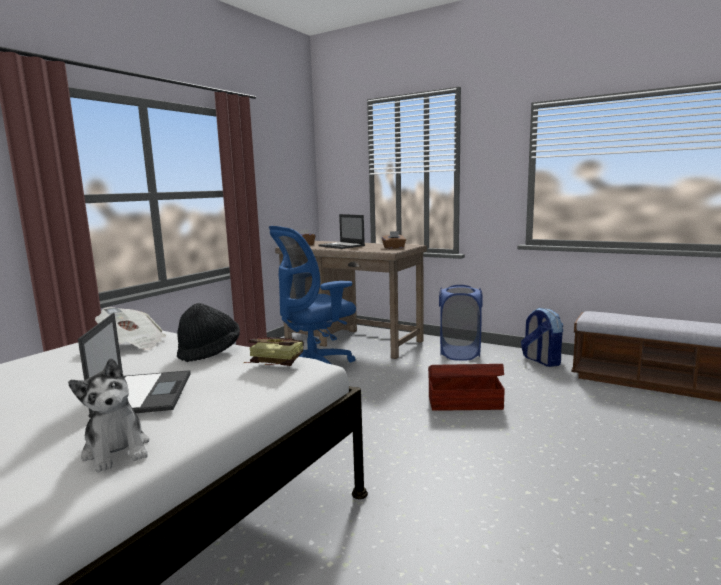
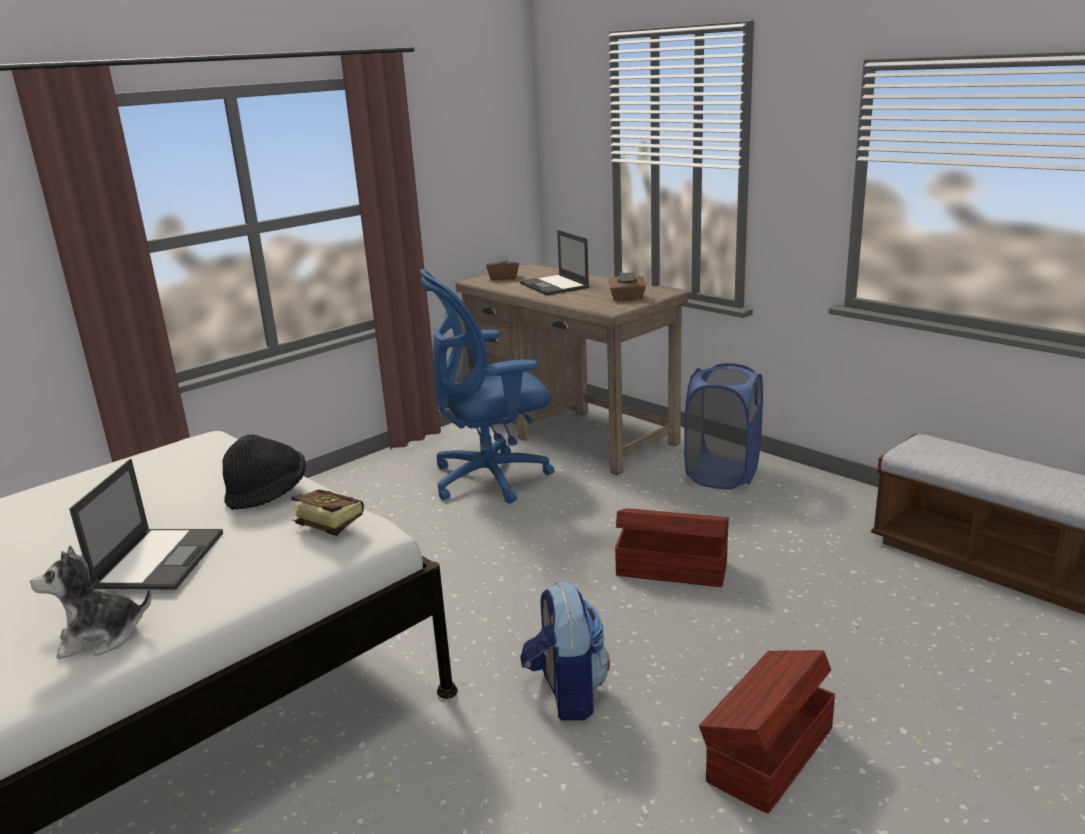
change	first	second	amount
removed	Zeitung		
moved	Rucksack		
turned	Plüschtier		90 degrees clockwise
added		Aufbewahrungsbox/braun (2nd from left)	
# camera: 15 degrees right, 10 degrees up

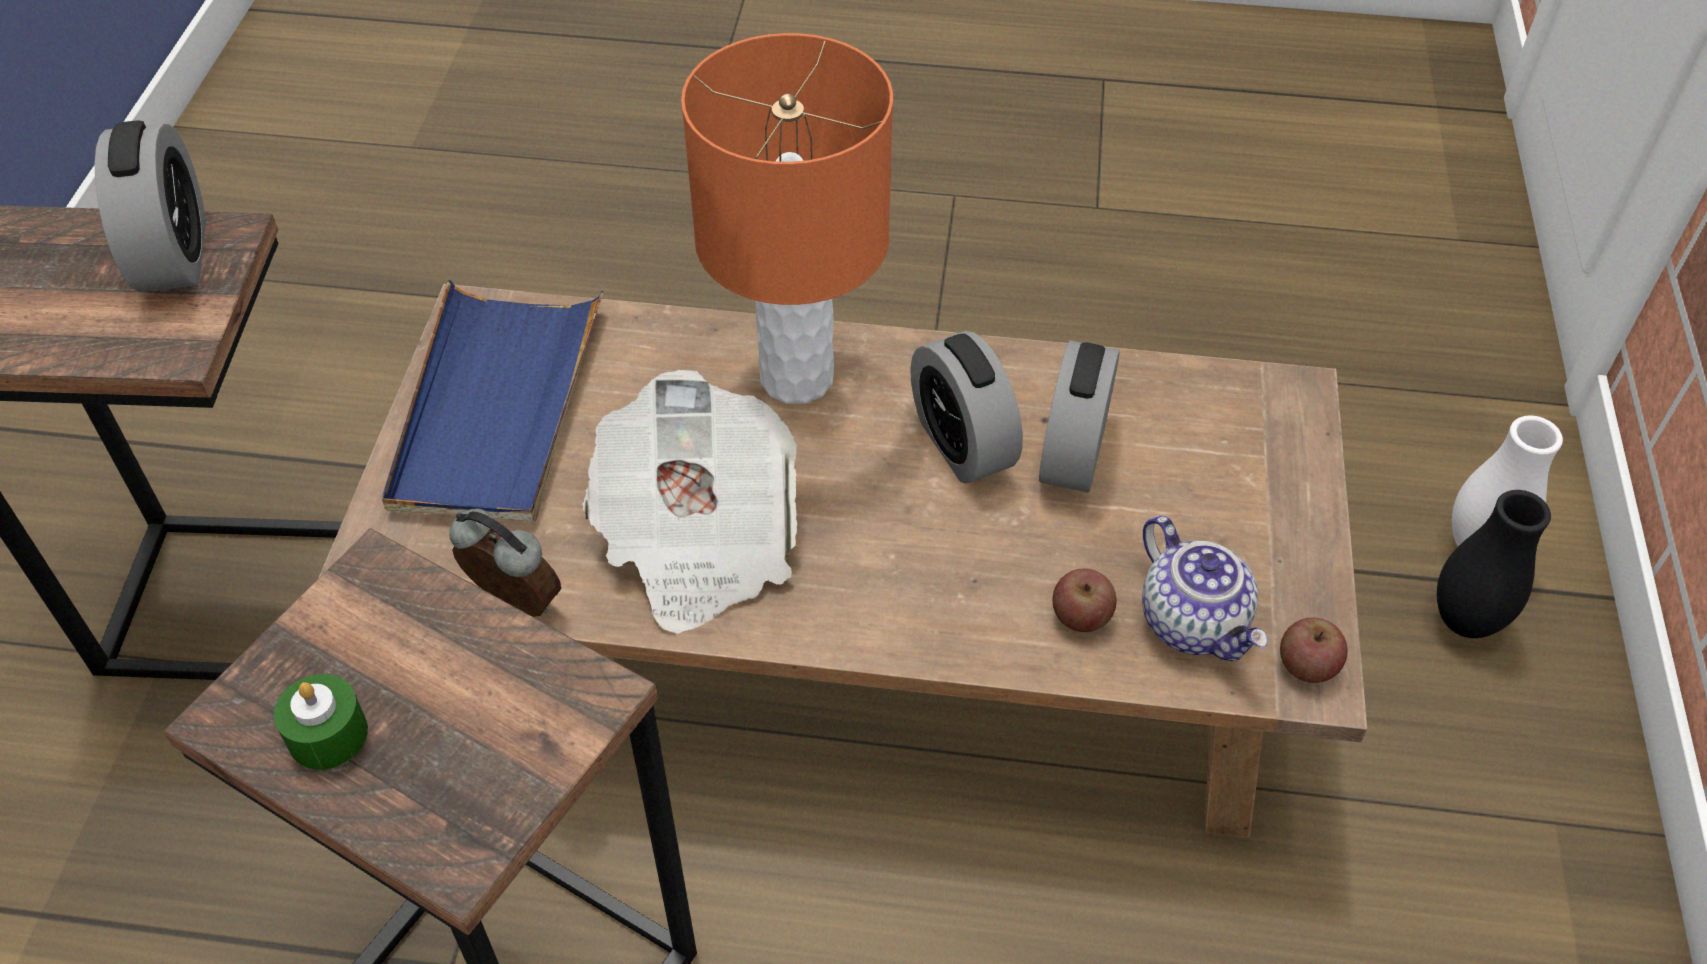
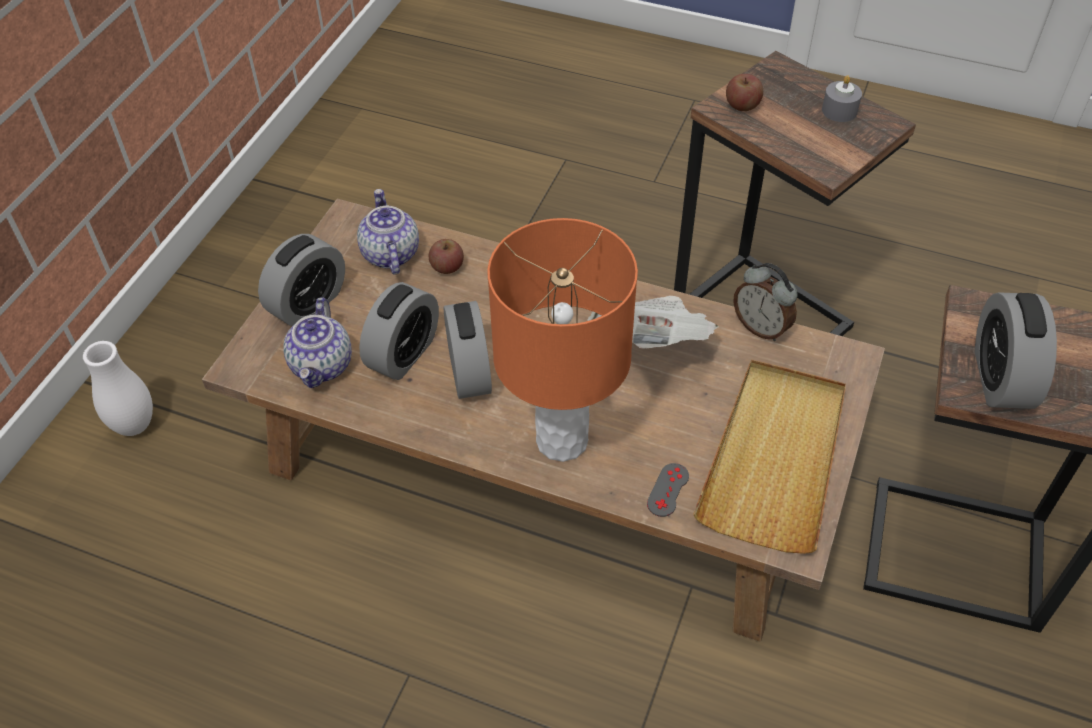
change	first	second	amount
recoloured	Tablett/blau	Tablett/beige	
removed	Vase/schwarz		
moved	Apfel (2nd from left)		
recoloured	Kerze/grün	Kerze/grau	
added		Wecker (1st from left)	
added		Teekanne (1st from left)	
added		Gamepad/grau	
# camera: 165 degrees left, 0 degrees up

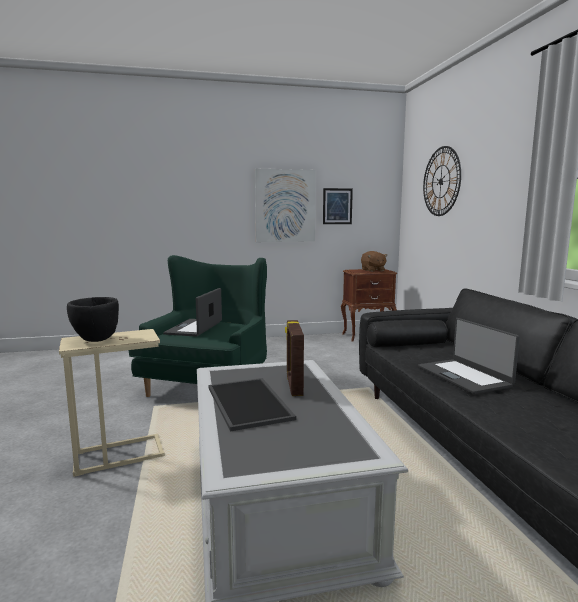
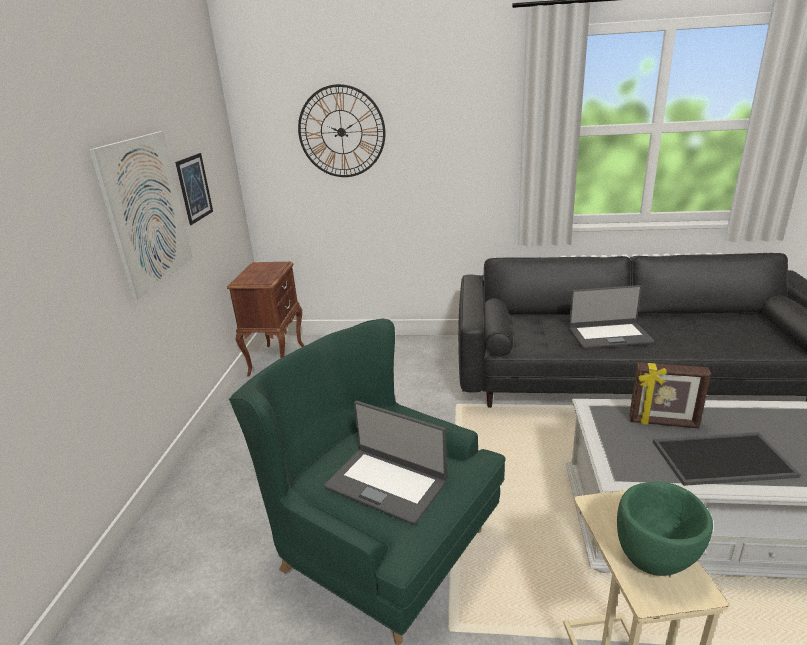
change	first	second	amount
removed	Plüschtier/braun		
recoloured	Schüssel/schwarz	Schüssel/grün	
# camera: 70 degrees left, 15 degrees up

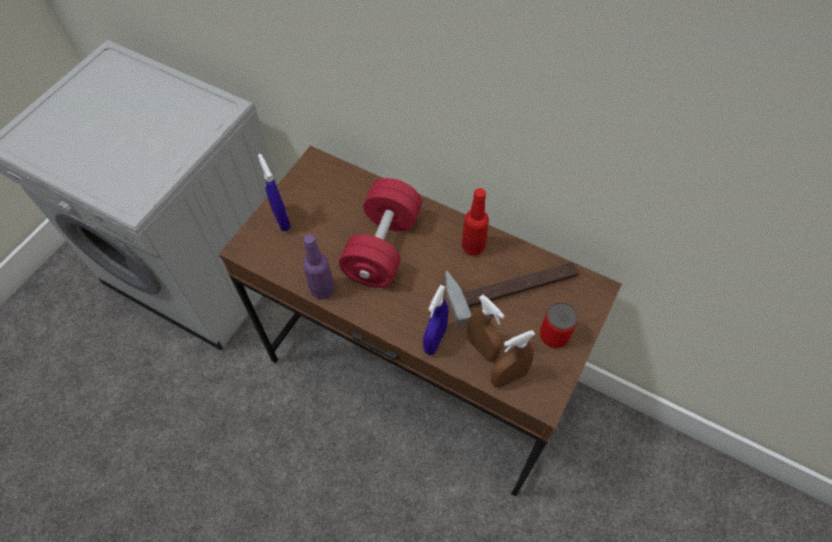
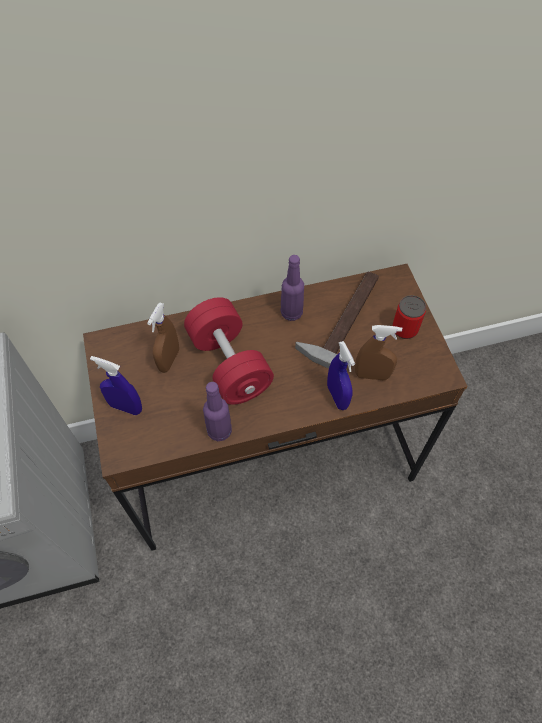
change	first	second	amount
recoloured	Flasche/rot	Flasche/lila (2nd from left)	
moved	Sprühflasche/braun (2nd from left in the first image)	Sprühflasche/braun (1st from left)	
# camera: 45 degrees left, 0 degrees up

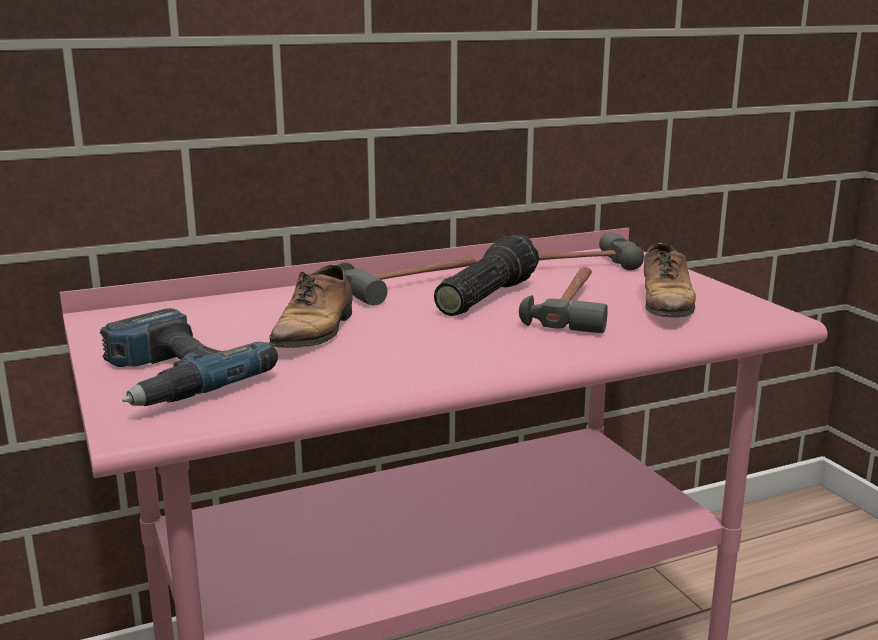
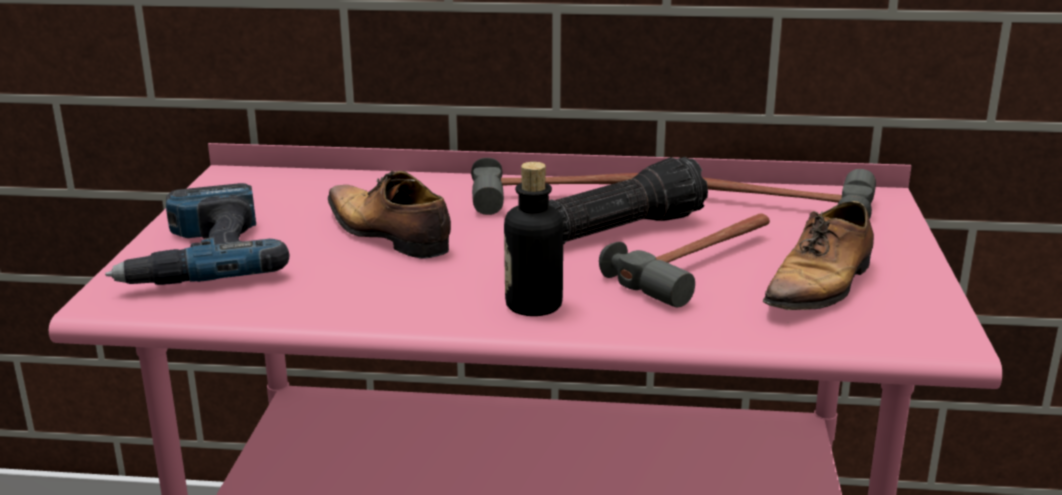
change	first	second	amount
turned	Schuh (1st from left)		90 degrees clockwise
added		Flasche	
# camera: 30 degrees right, 5 degrees up

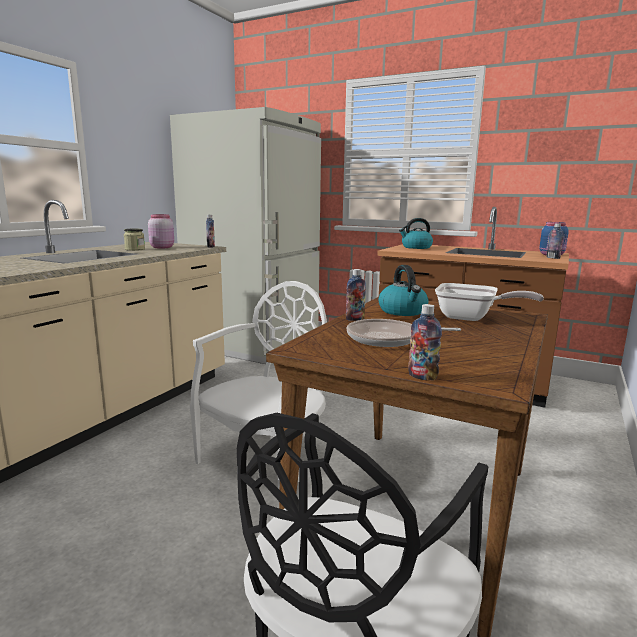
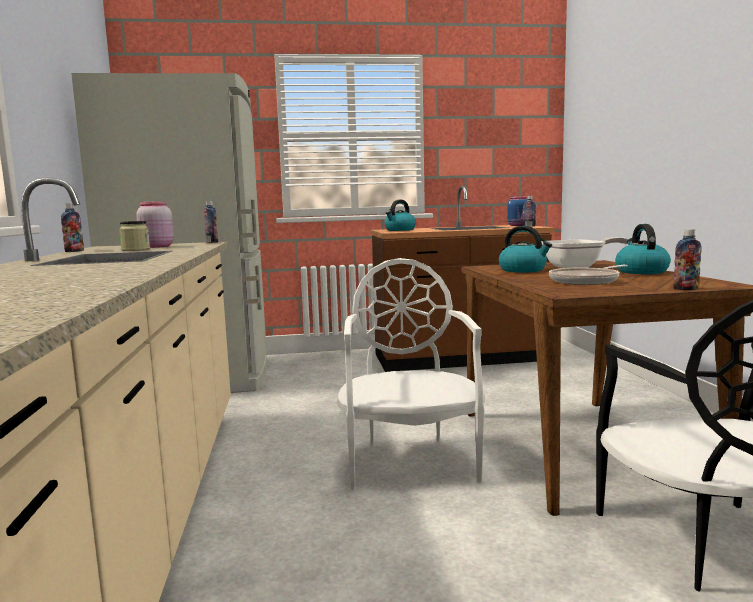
change	first	second	amount
moved	Flasche (2nd from left in the first image)	Flasche (1st from left)	
added		Wasserkessel (3rd from left)	
# camera: 35 degrees left, 5 degrees down

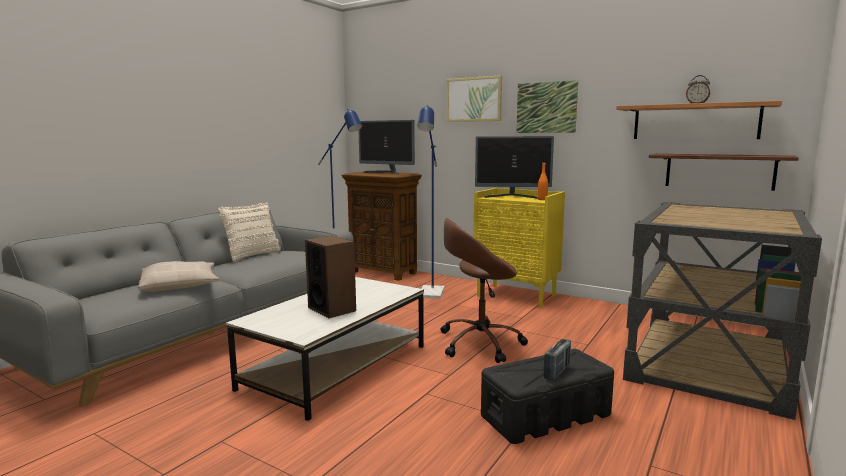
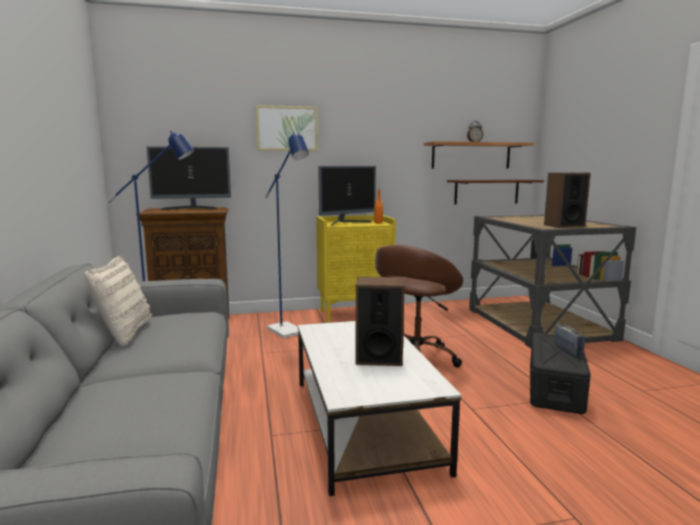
change	first	second	amount
removed	Bild (2nd from left)		
removed	Kissen/beige (1st from left)		
added		Lautsprecher (2nd from left)	
# camera: 45 degrees left, 0 degrees up

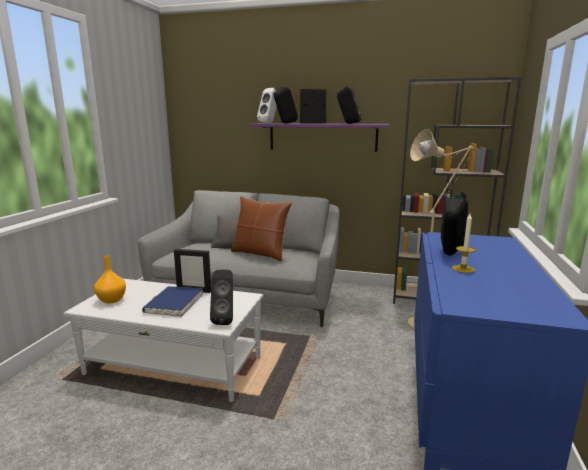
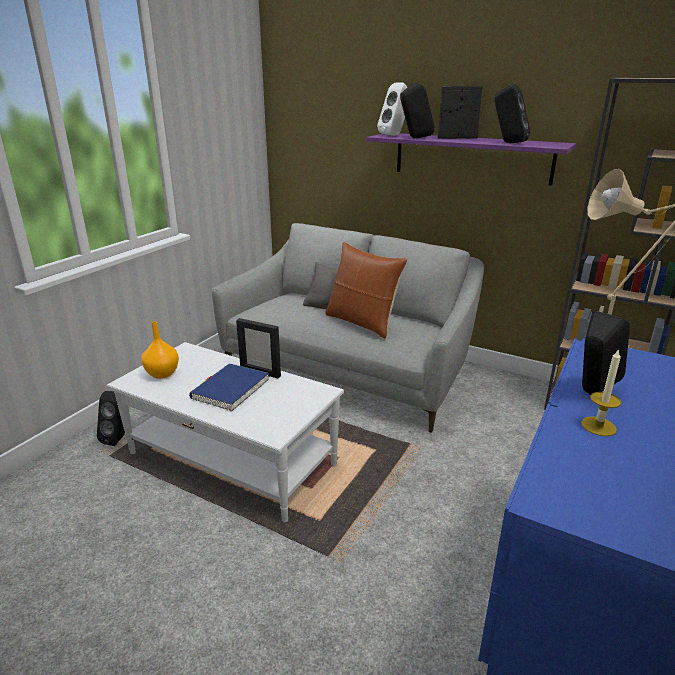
change	first	second	amount
moved	Lautsprecher/schwarz (1st from left)		
# camera: 15 degrees right, 10 degrees up

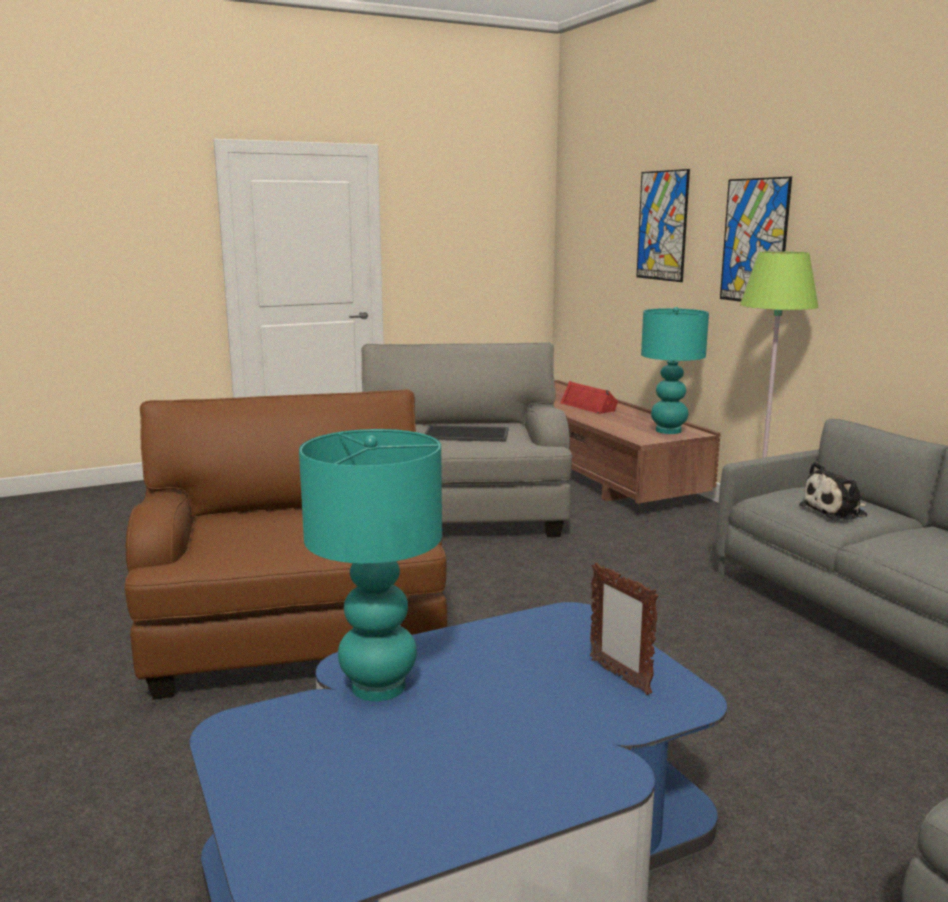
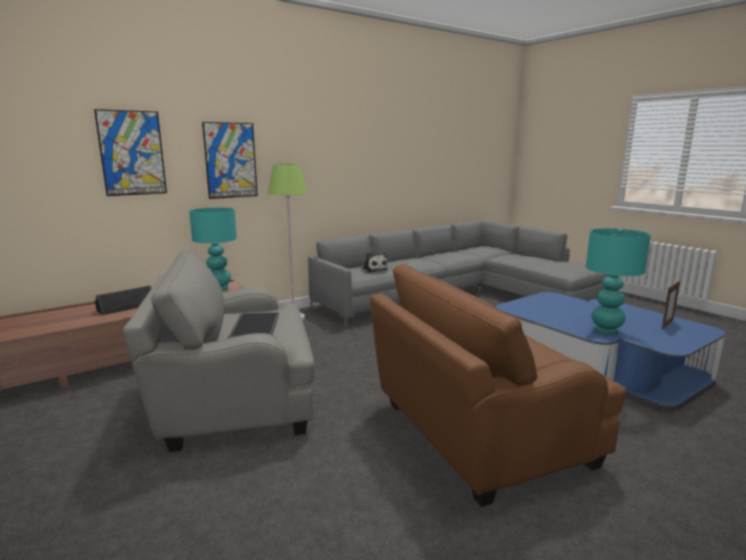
change	first	second	amount
recoloured	Lautsprecher/rot	Lautsprecher/schwarz	
moved	Bilderrahmen		
# camera: 100 degrees left, 0 degrees up

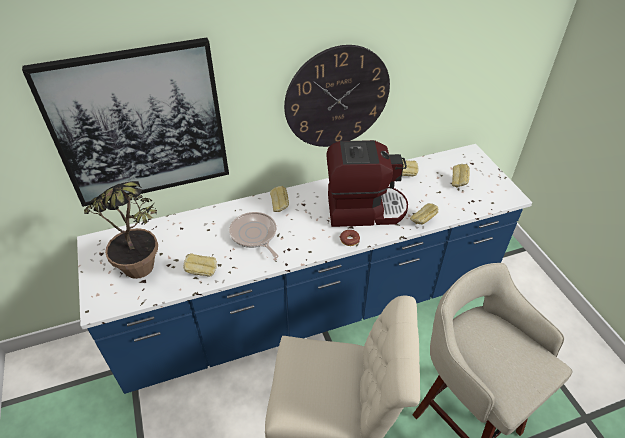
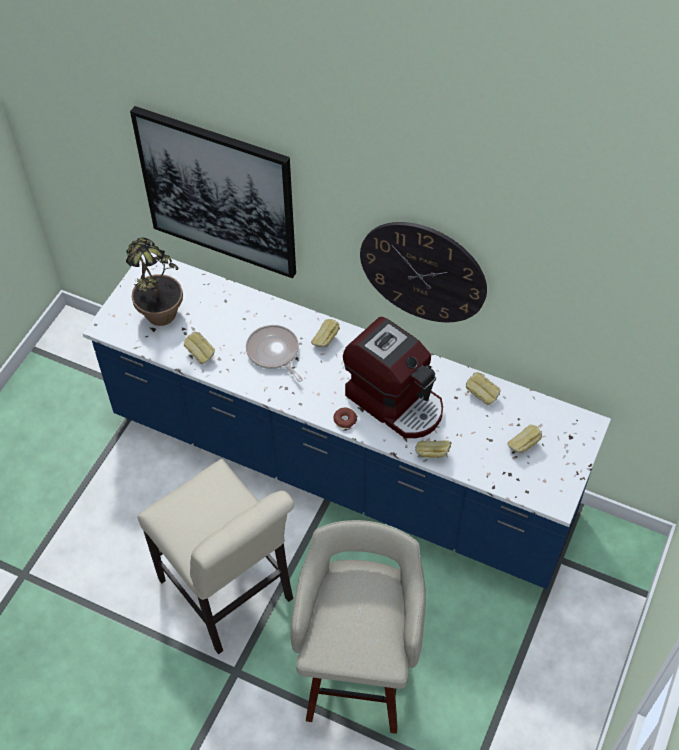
change	first	second	amount
turned	Pfanne		45 degrees counterclockwise
# camera: 45 degrees right, 10 degrees up

